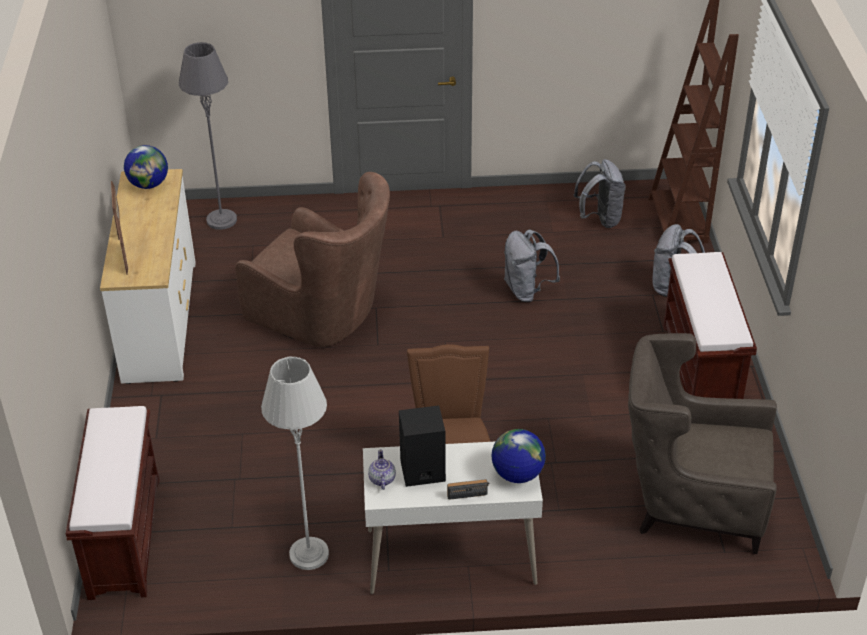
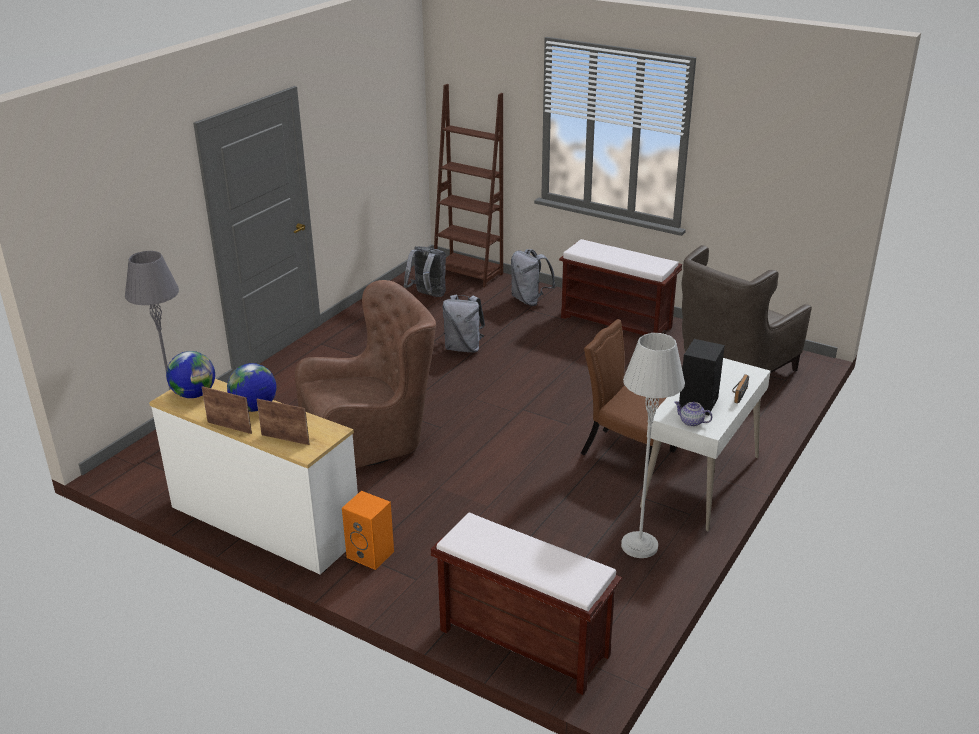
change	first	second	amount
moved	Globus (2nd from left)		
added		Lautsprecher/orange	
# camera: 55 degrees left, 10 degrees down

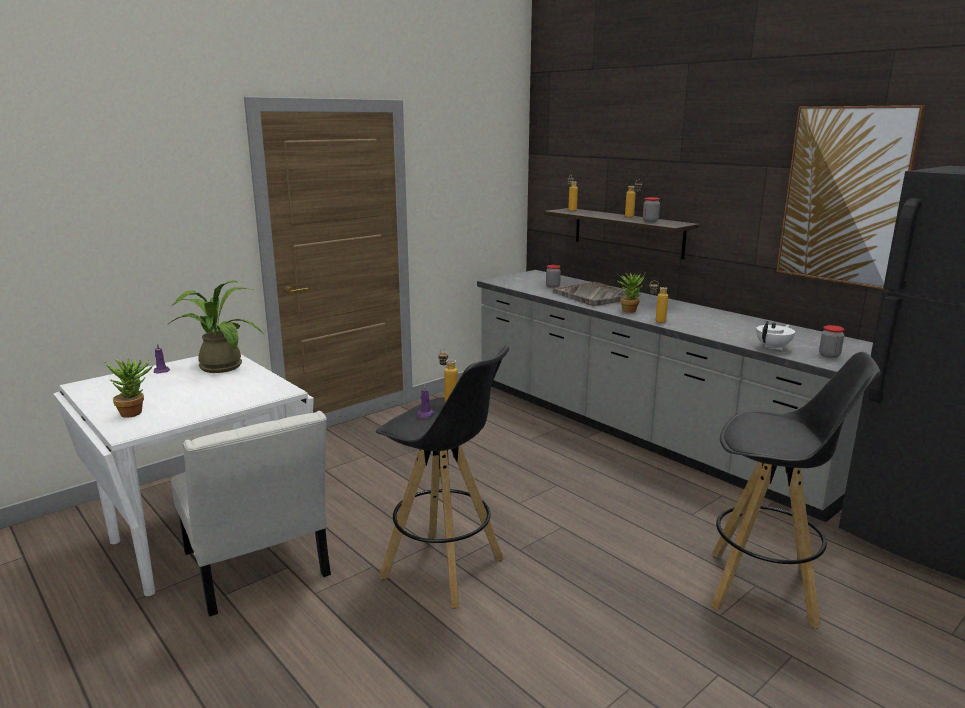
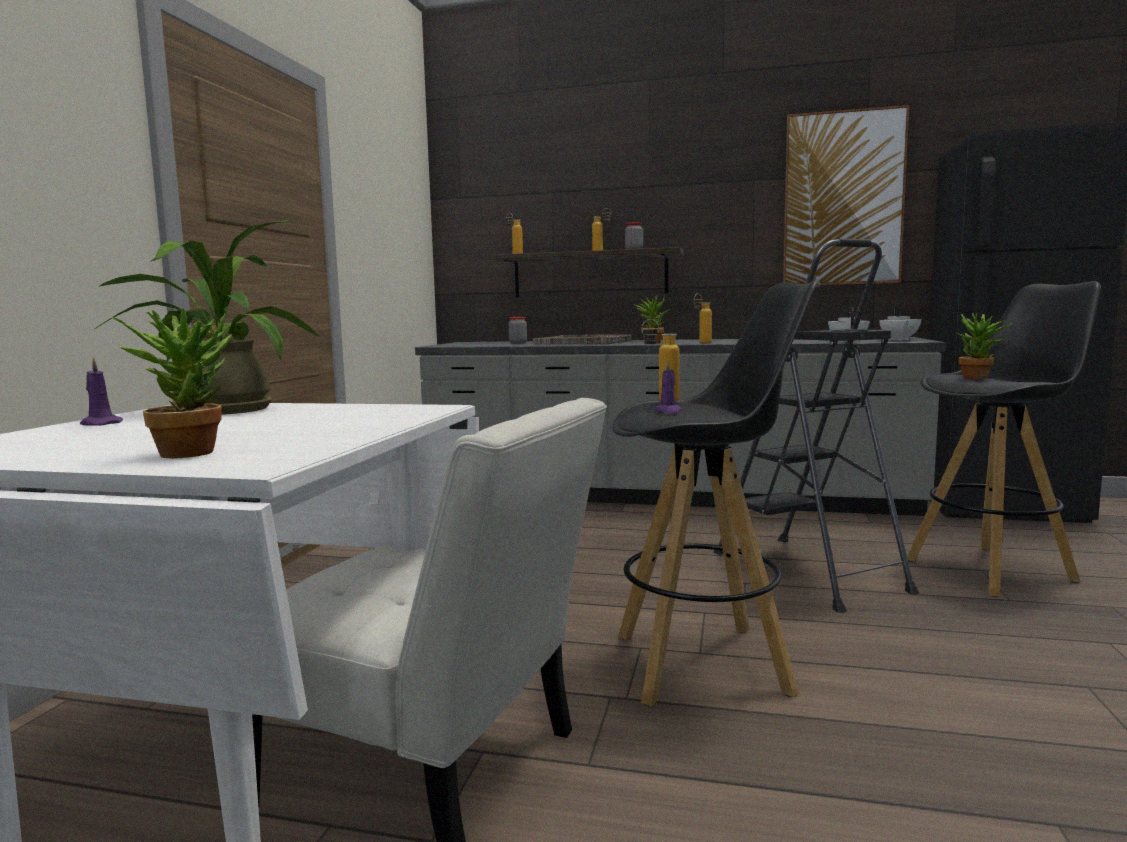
change	first	second	amount
replaced	Vorratsglas (3rd from left)	Teekanne/weiß (2nd from left)	
added		Trittleiter	
added		Topfpflanze (4th from left)	
# camera: 35 degrees left, 10 degrees down

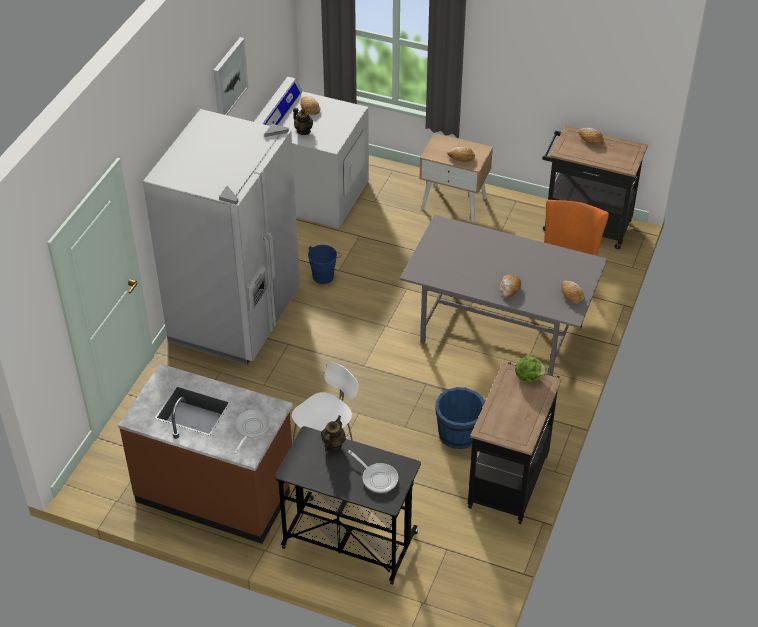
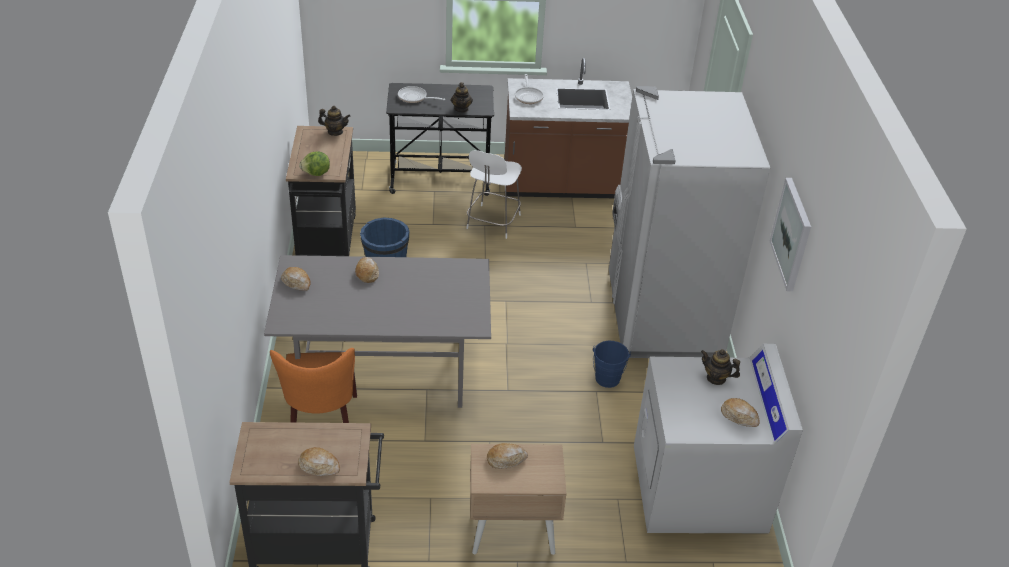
change	first	second	amount
added		Teekanne (1st from left)	
# camera: 155 degrees right, 5 degrees down

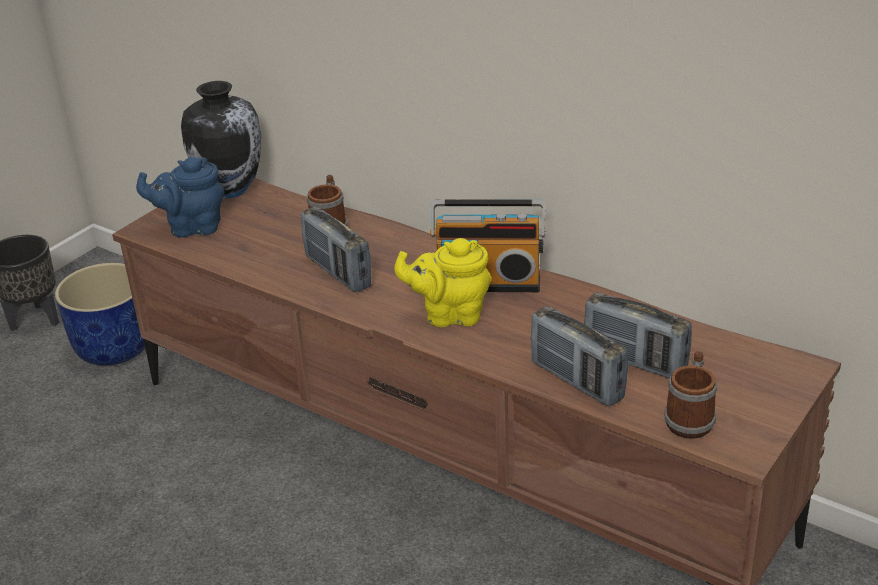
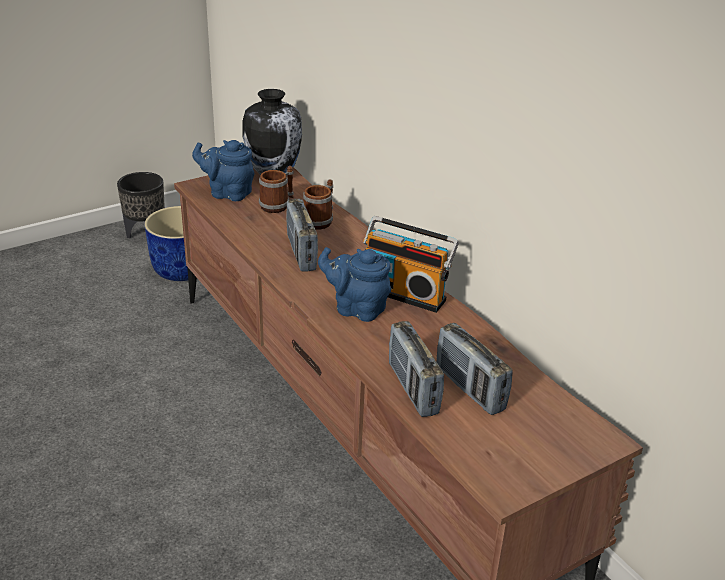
change	first	second	amount
recoloured	Teekanne/gelb	Teekanne/blau (2nd from left)	
moved	Henkelbecher (2nd from left in the first image)	Henkelbecher (1st from left)	
# camera: 20 degrees right, 0 degrees up

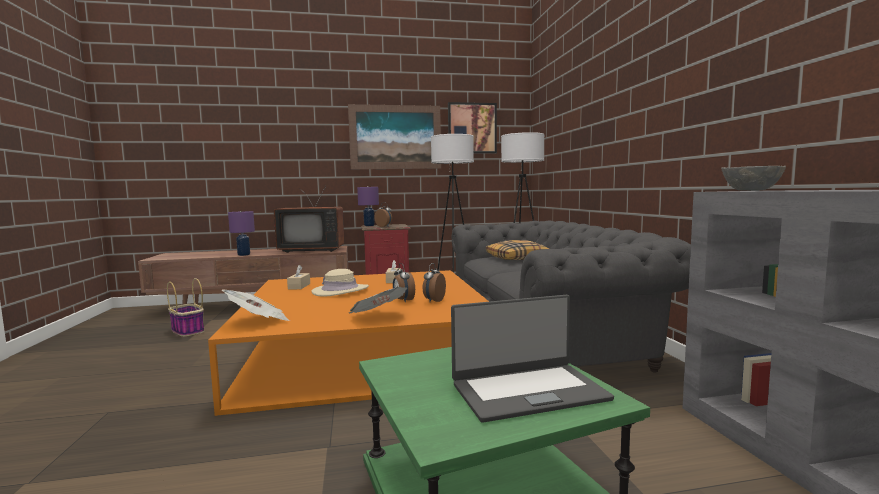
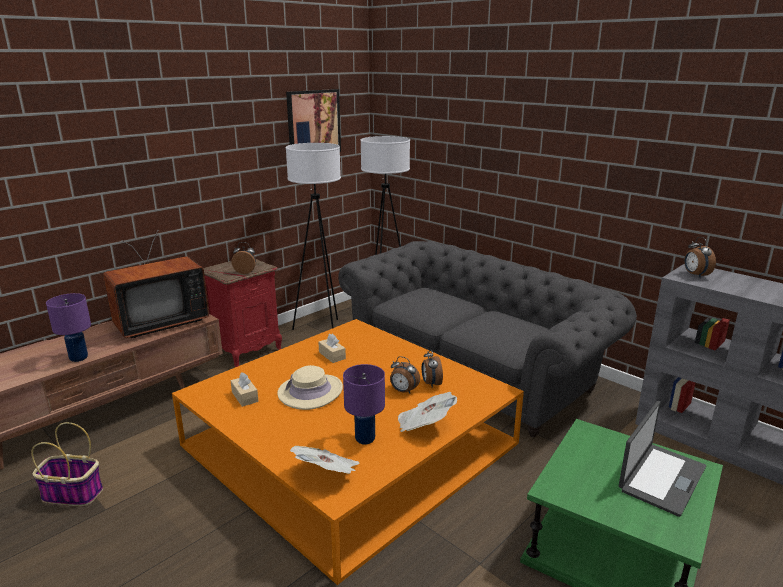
change	first	second	amount
removed	Bild (1st from left)		
replaced	Schüssel/grau	Wecker (4th from left)	
moved	Tischlampe/lila (2nd from left)		
removed	Kissen		
# camera: 35 degrees left, 15 degrees up

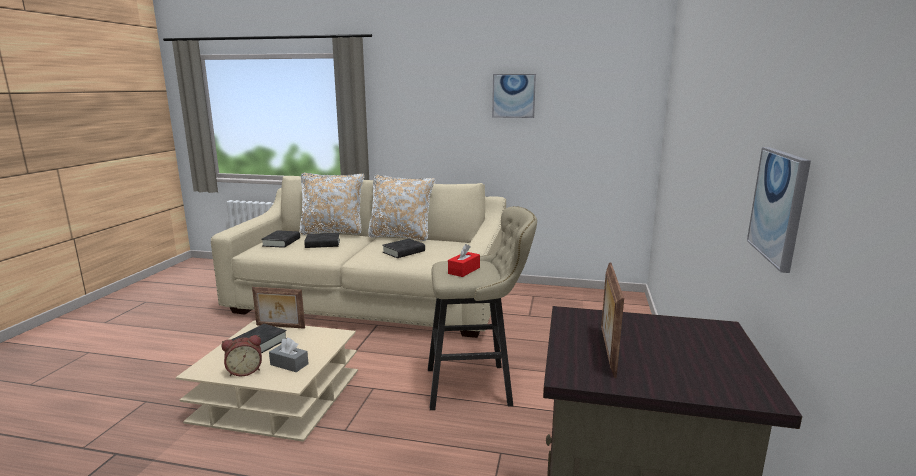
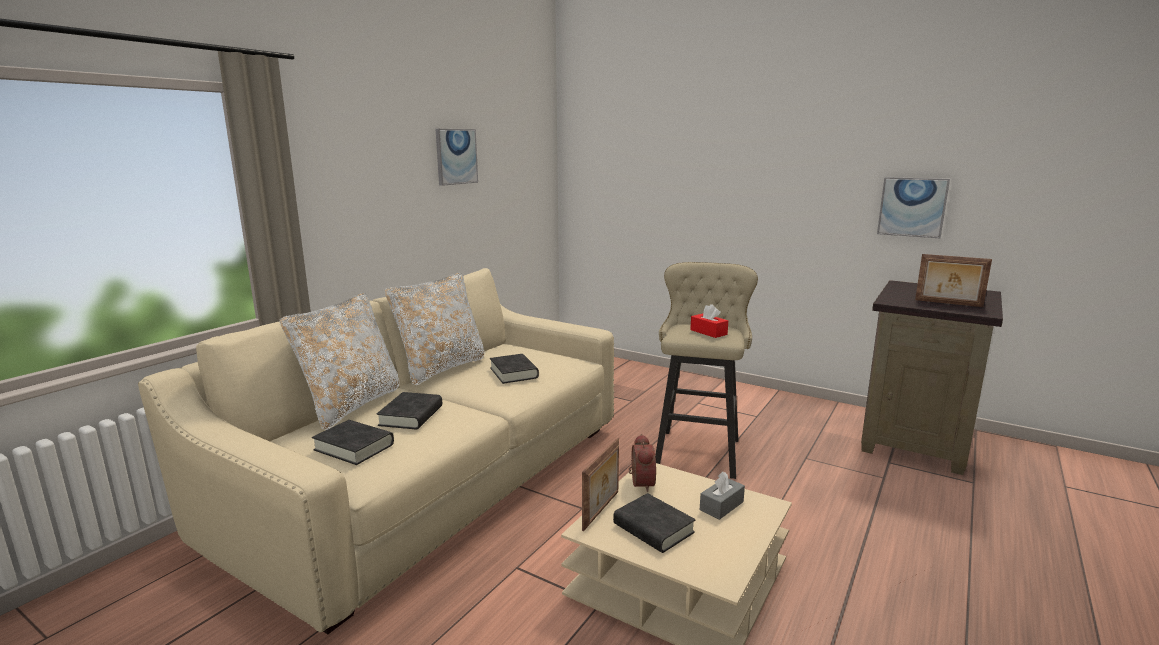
change	first	second	amount
moved	Wecker		
# camera: 70 degrees left, 0 degrees up

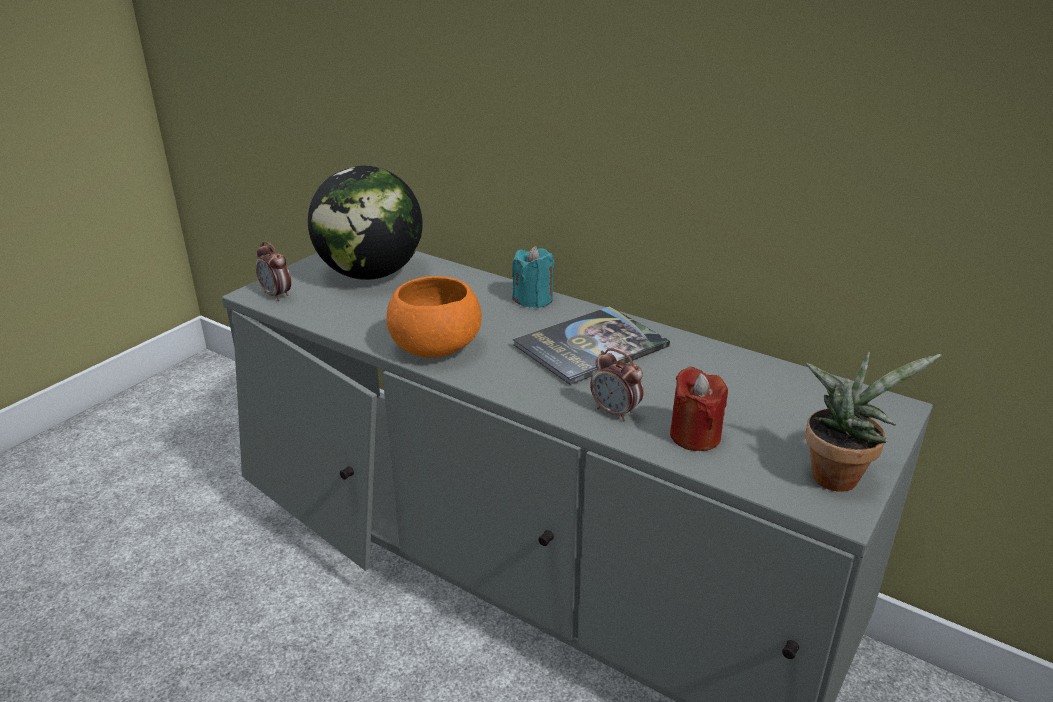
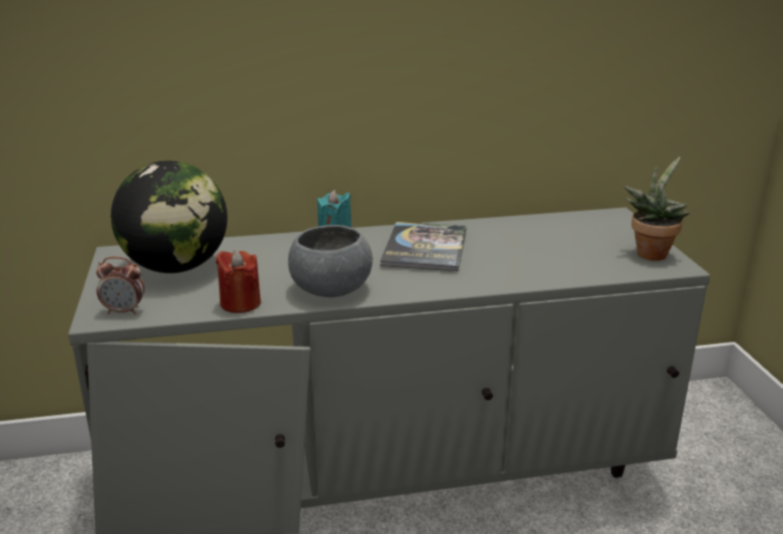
change	first	second	amount
recoloured	Schüssel/orange	Schüssel/grau	
removed	Wecker (2nd from left)		
moved	Kerze/rot		
# camera: 45 degrees left, 5 degrees down

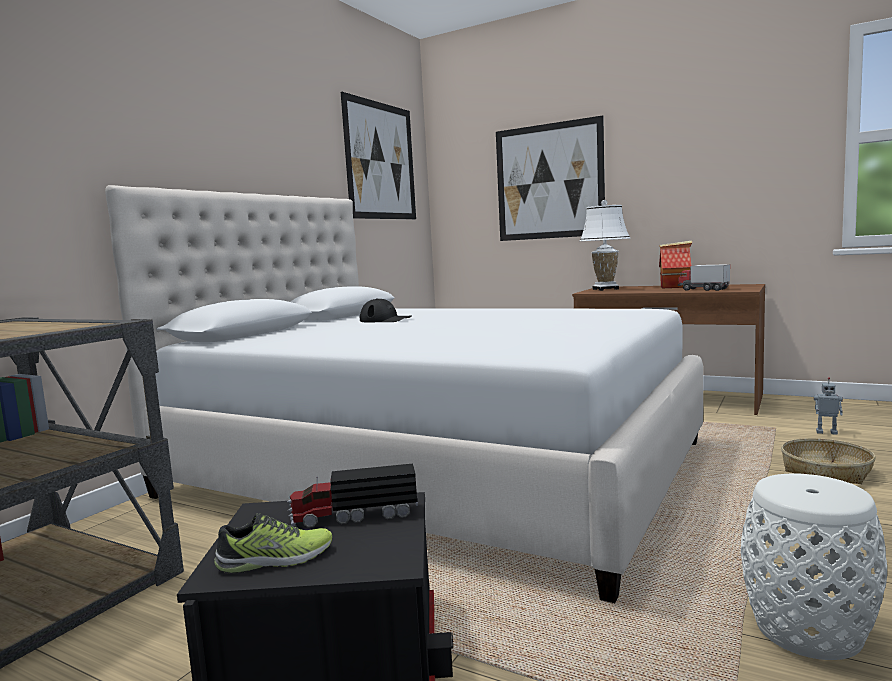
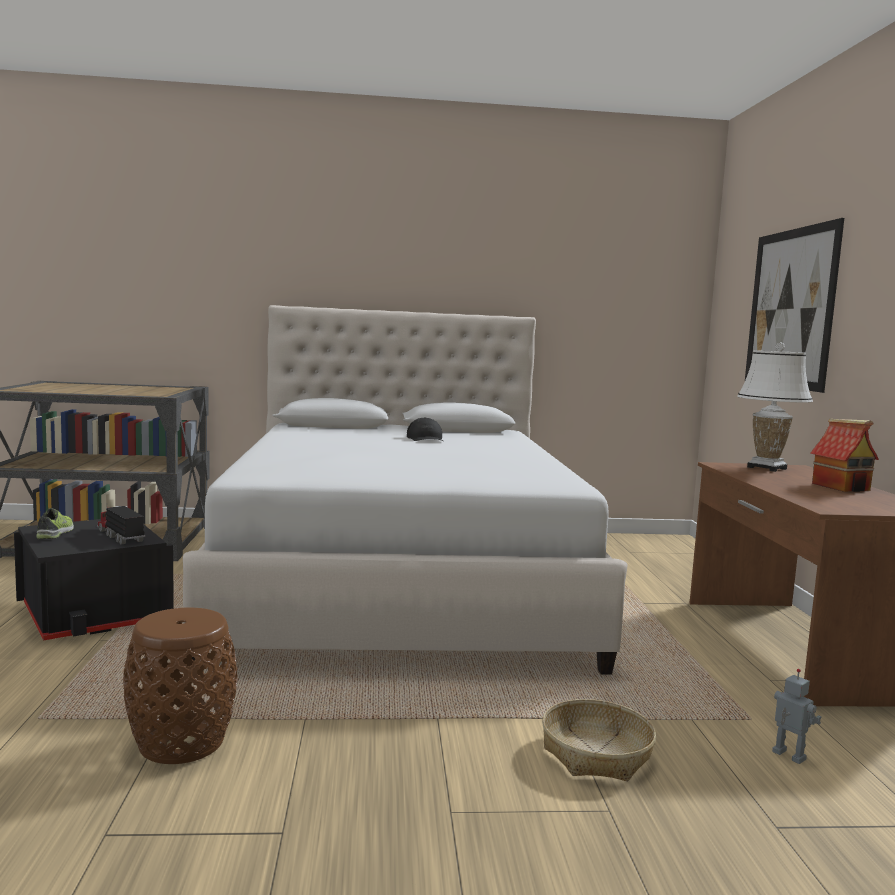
change	first	second	amount
removed	Bild (1st from left)		
removed	Spielzeuglaster (2nd from left)		
turned	Spielzeugroboter		150 degrees clockwise
recoloured	Hocker/weiß	Hocker/braun	
turned	Schuh		135 degrees counterclockwise
# camera: 55 degrees right, 0 degrees up

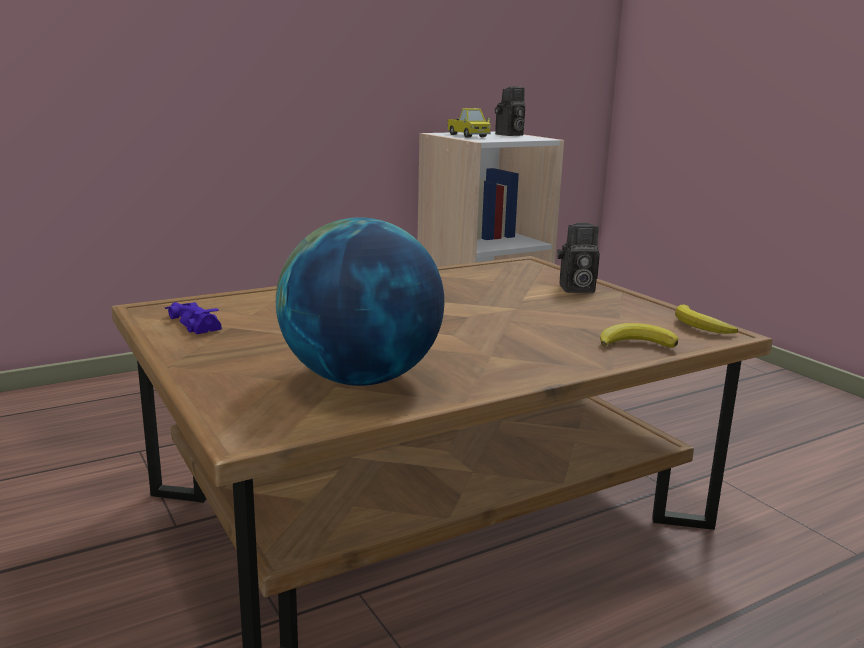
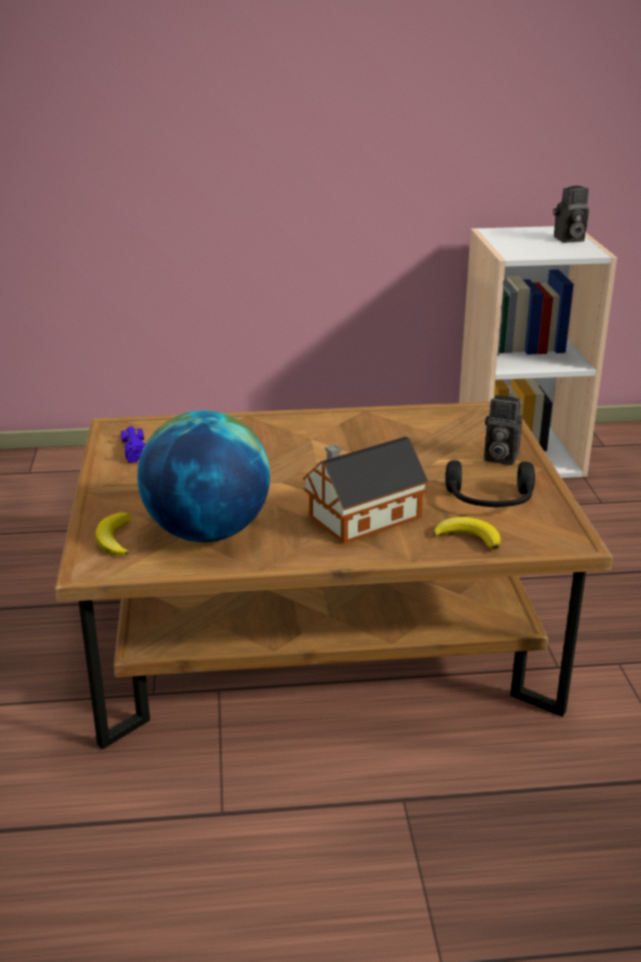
change	first	second	amount
removed	Spielzeuglaster		
moved	Banane (2nd from left in the first image)	Banane (1st from left)	
added		Spielzeughaus	
added		Kopfhörer/schwarz	
# camera: 25 degrees right, 10 degrees up

